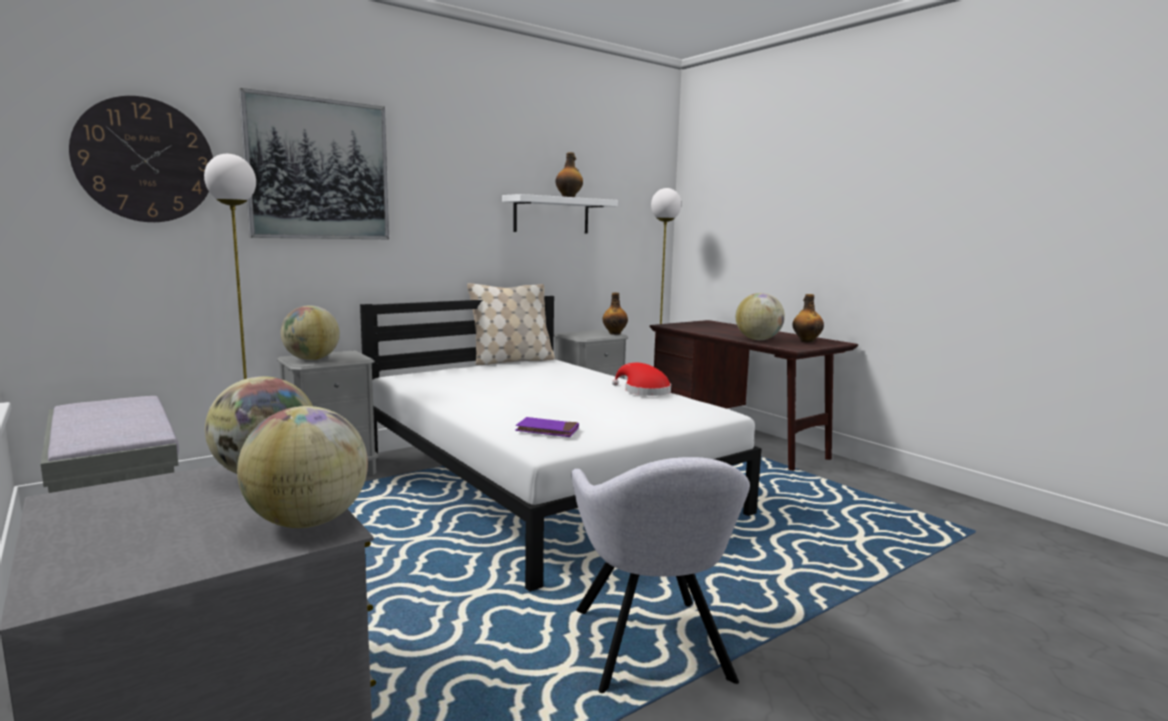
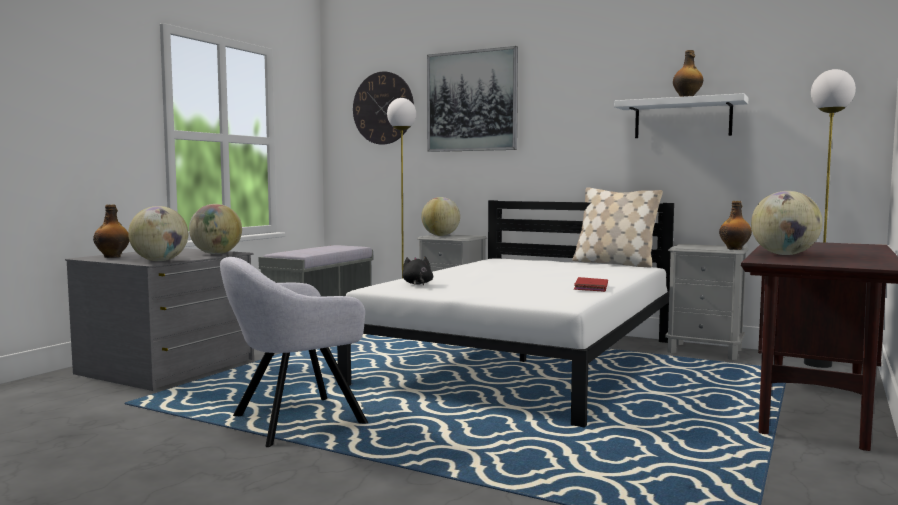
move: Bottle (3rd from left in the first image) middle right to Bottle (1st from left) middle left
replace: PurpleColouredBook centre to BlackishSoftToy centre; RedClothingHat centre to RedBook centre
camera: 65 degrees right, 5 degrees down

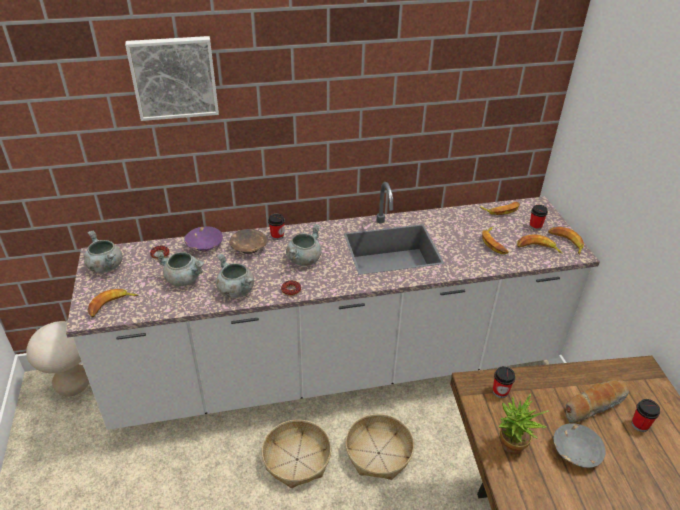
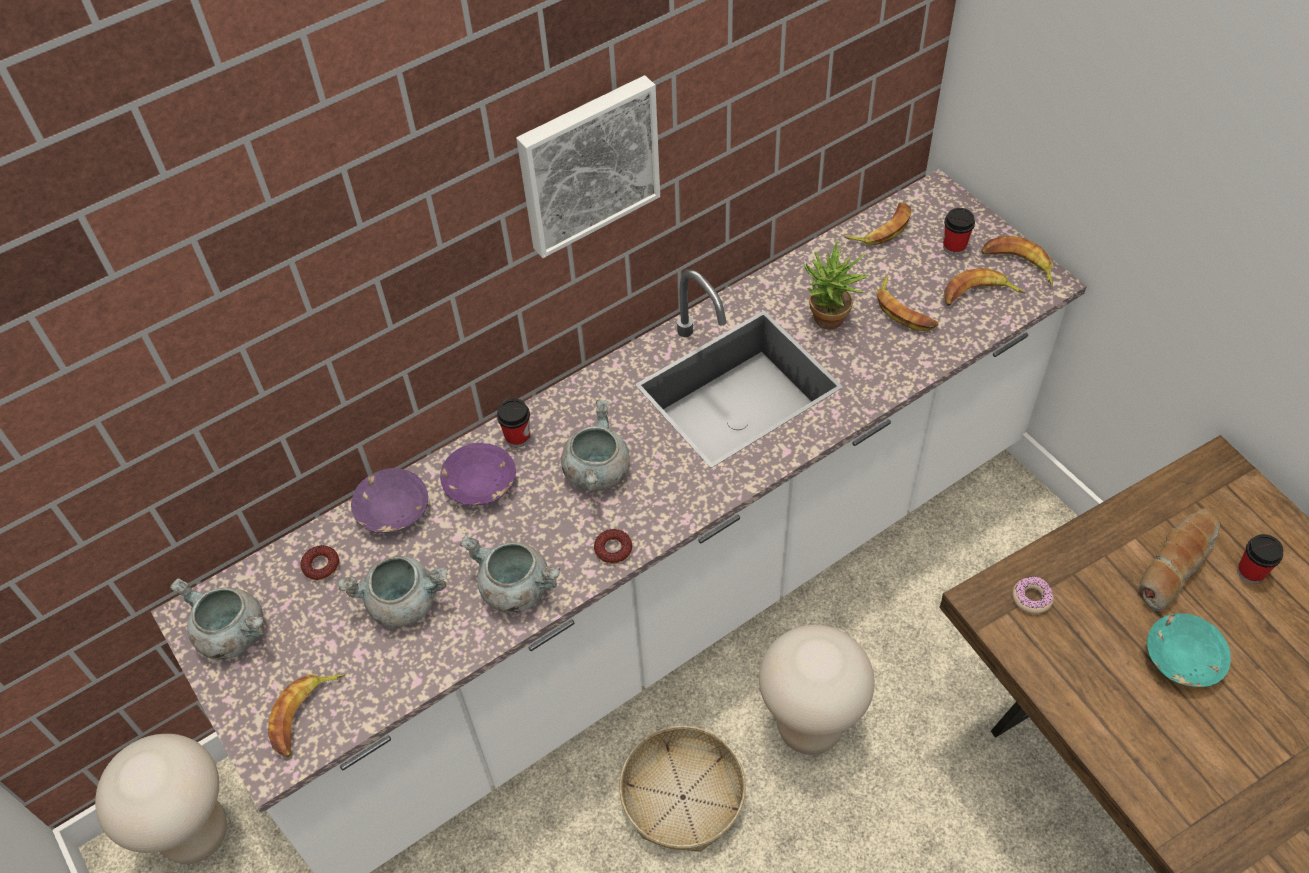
move: Picture top left to top centre; PottedPlant bottom right to top centre
replace: StorageBasket (2nd from left) bottom centre to BeigeSittingStool (2nd from left) bottom centre; DrinkingCup (2nd from left) bottom right to RingDoughnut (3rd from left) bottom right
recolor: BrownishDeepDish centre to PurpleColouredDeepDish (2nd from left) centre; GrayDeepDish bottom right to BlueGreenDeepDish bottom right
camera: 20 degrees left, 15 degrees up

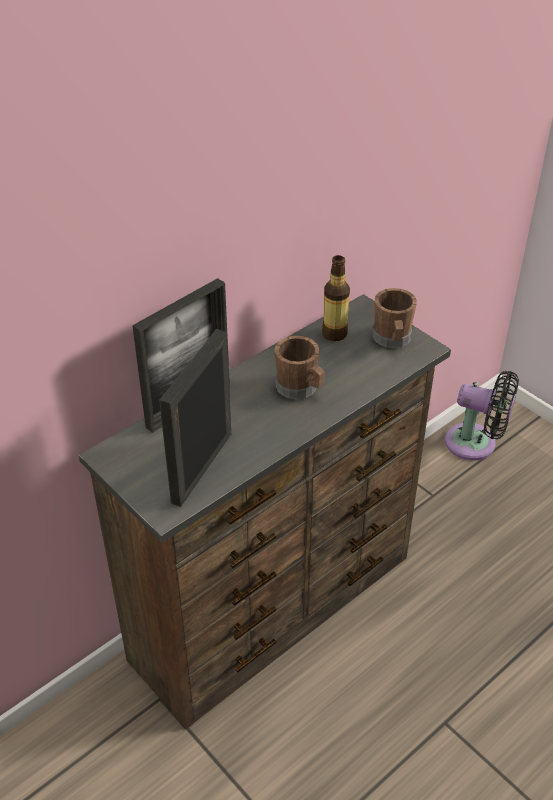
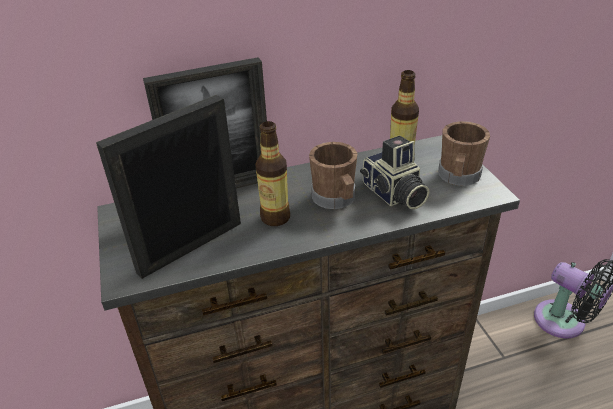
insert: Bottle (1st from left) centre; PhotoCamera centre
camera: 25 degrees right, 5 degrees down

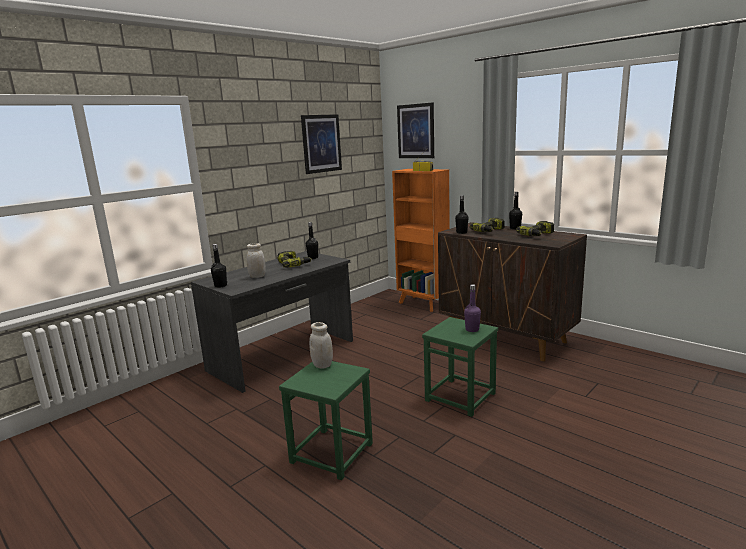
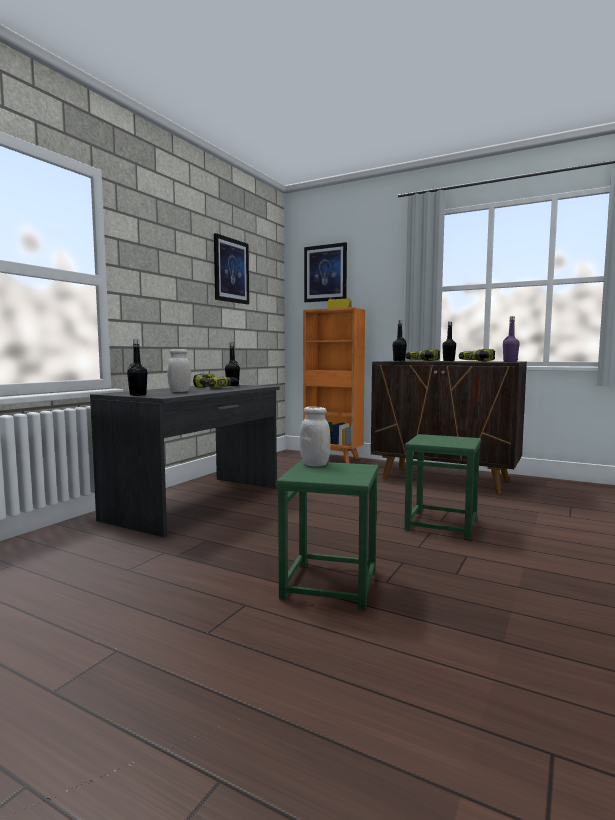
move: PurpleColouredBottle centre to middle right
camera: 15 degrees left, 10 degrees down

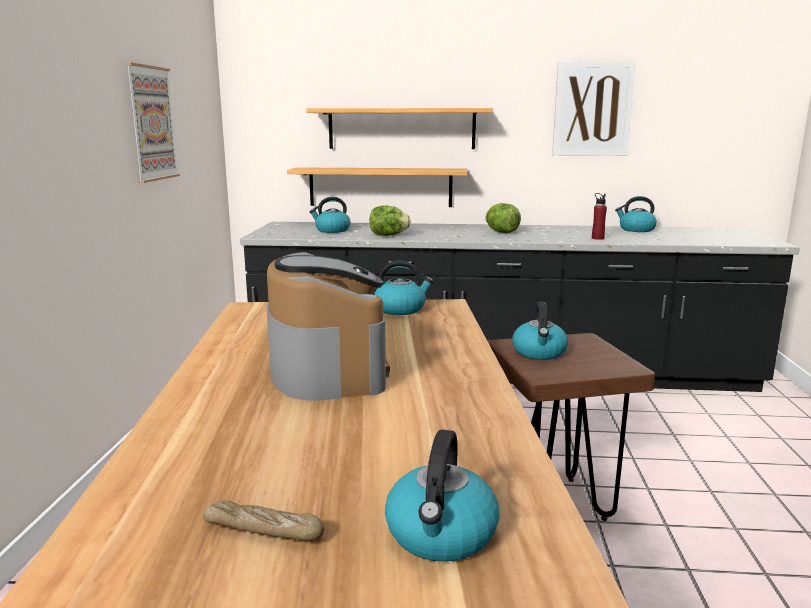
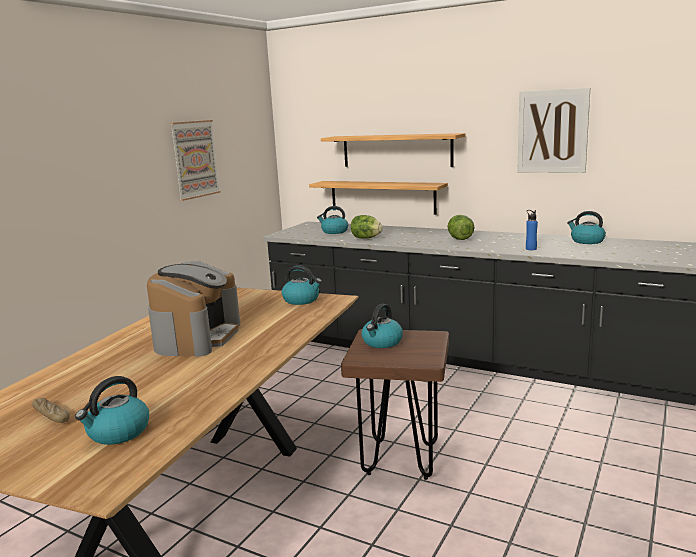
recolor: RedBottle middle right to BlueColouredBottle middle right
camera: 25 degrees right, 0 degrees up

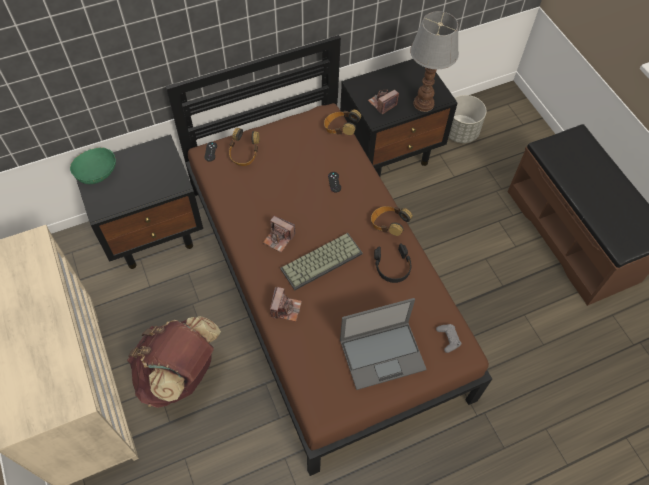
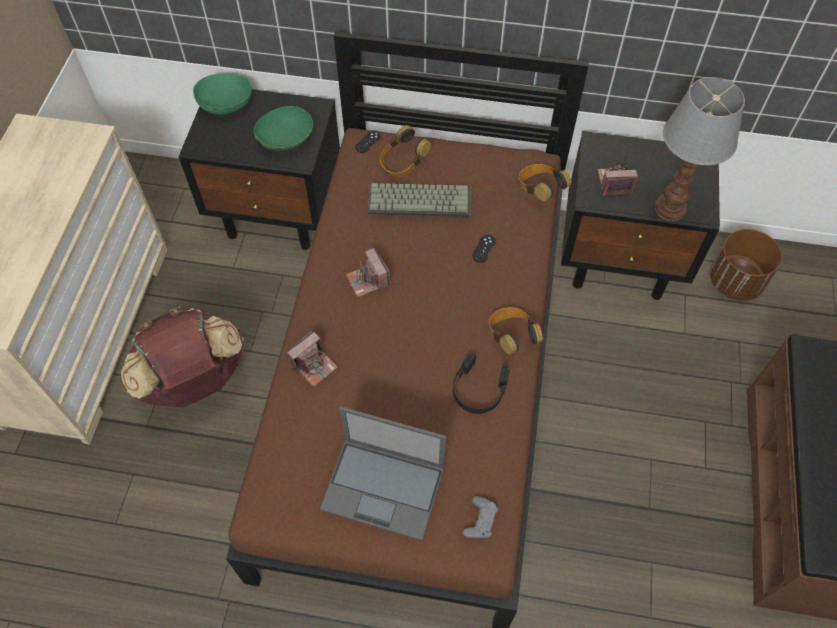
insert: GreenDeepDish (2nd from left) top centre
move: PcKeyboard centre to top centre
recolor: GrayFlowerPot top right to BrownishFlowerPot middle right
camera: 35 degrees right, 0 degrees up

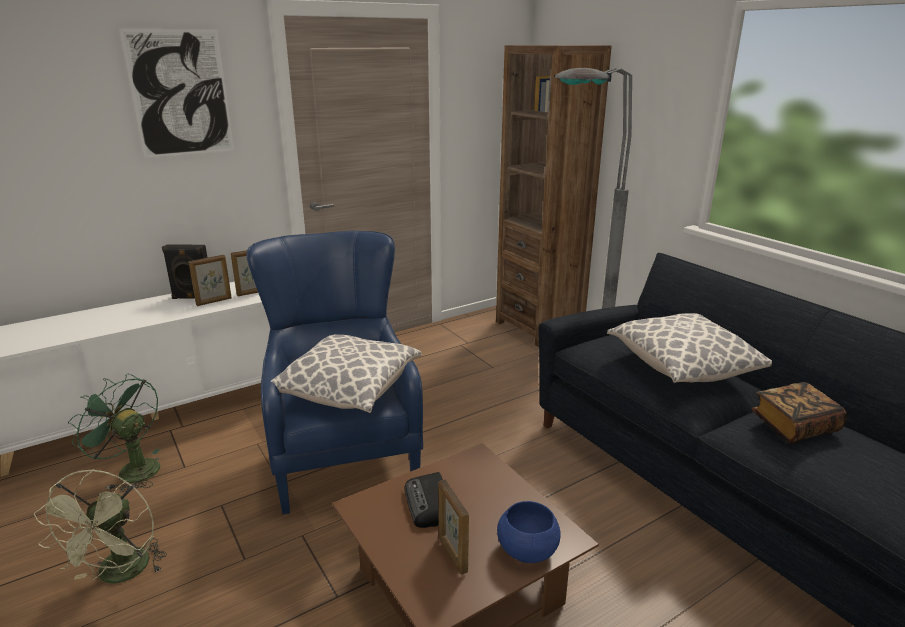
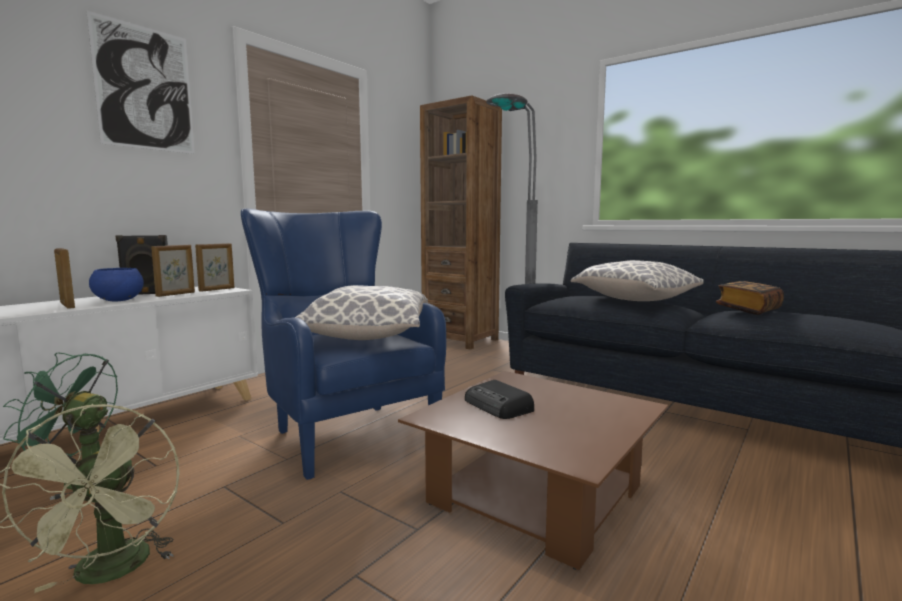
move: PictureFrame (3rd from left in the first image) bottom centre to PictureFrame (1st from left) middle left; BlueColouredDeepDish bottom centre to middle left
camera: 20 degrees left, 15 degrees down

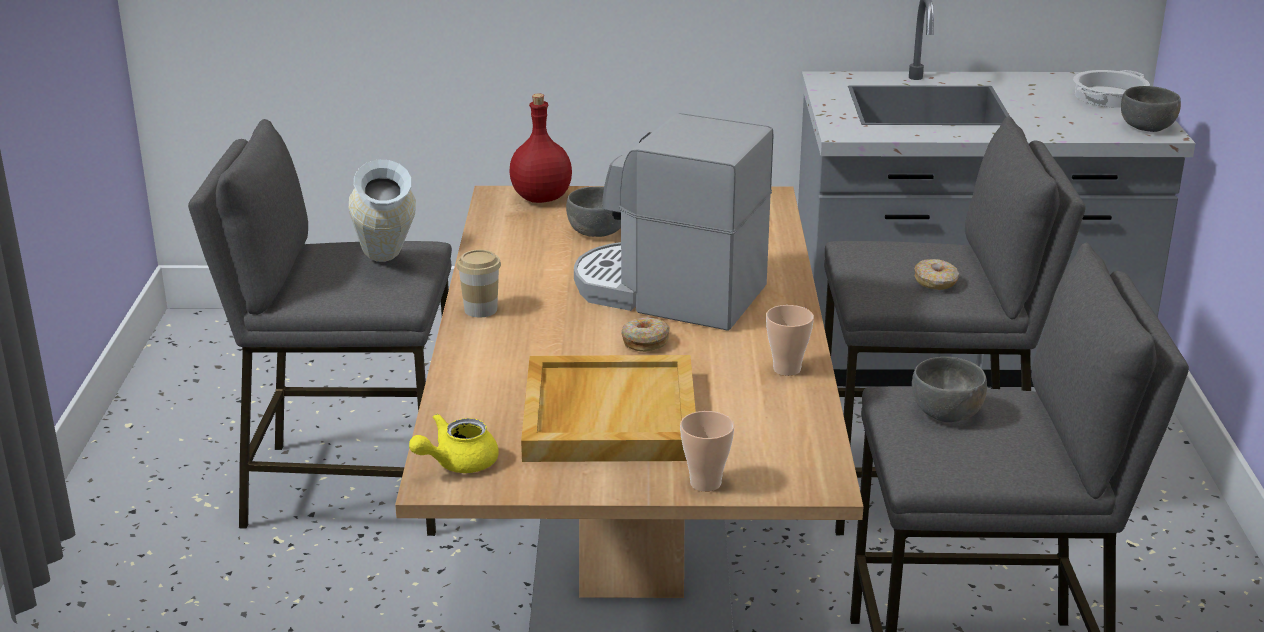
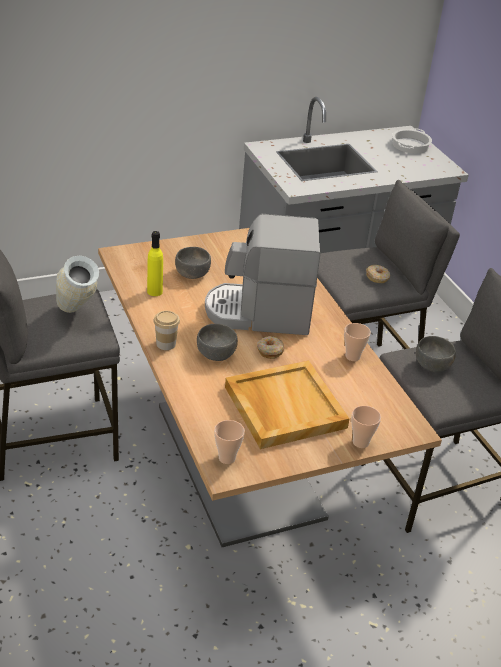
delete: RedBottle top centre
insert: YellowBottle middle left
move: GrayDeepDish (3rd from left in the first image) top right to GrayDeepDish (2nd from left) centre
replace: YellowPotForTea bottom centre to DrinkingCup (2nd from left) centre
camera: 25 degrees left, 10 degrees up

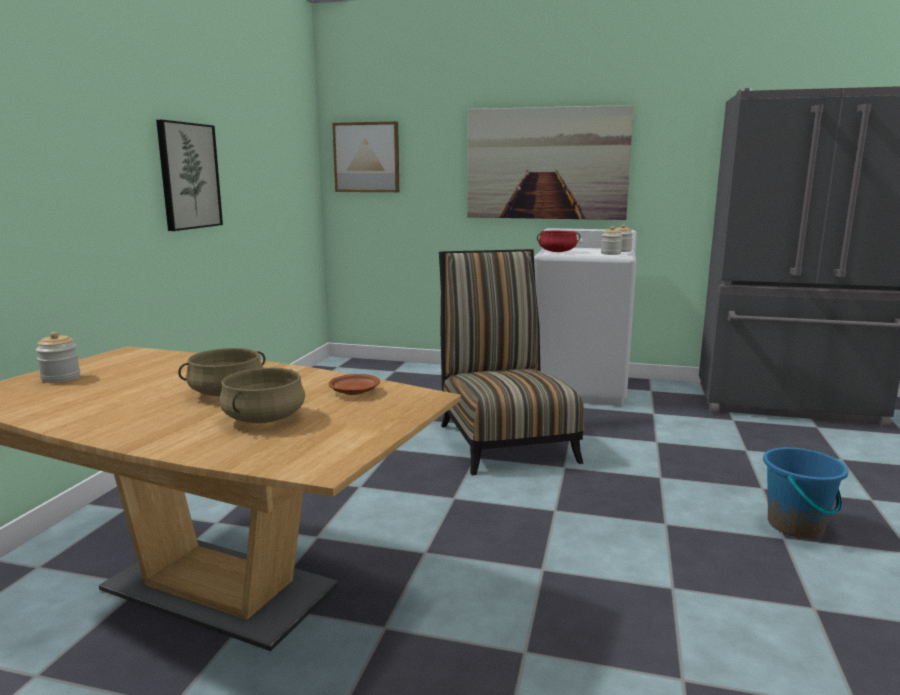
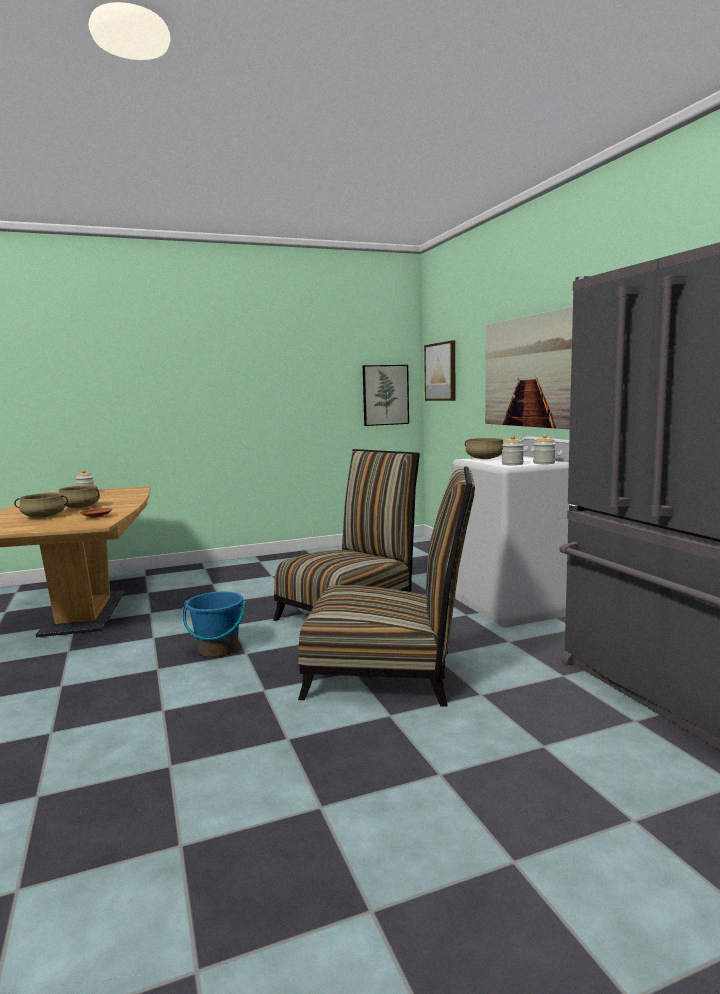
insert: Chair (2nd from left) centre
move: BlueColouredPail bottom right to middle left; Picture (1st from left) top left to centre
recolor: RedCookingPot centre to BeigeCookingPot (3rd from left) middle right
camera: 55 degrees right, 5 degrees down

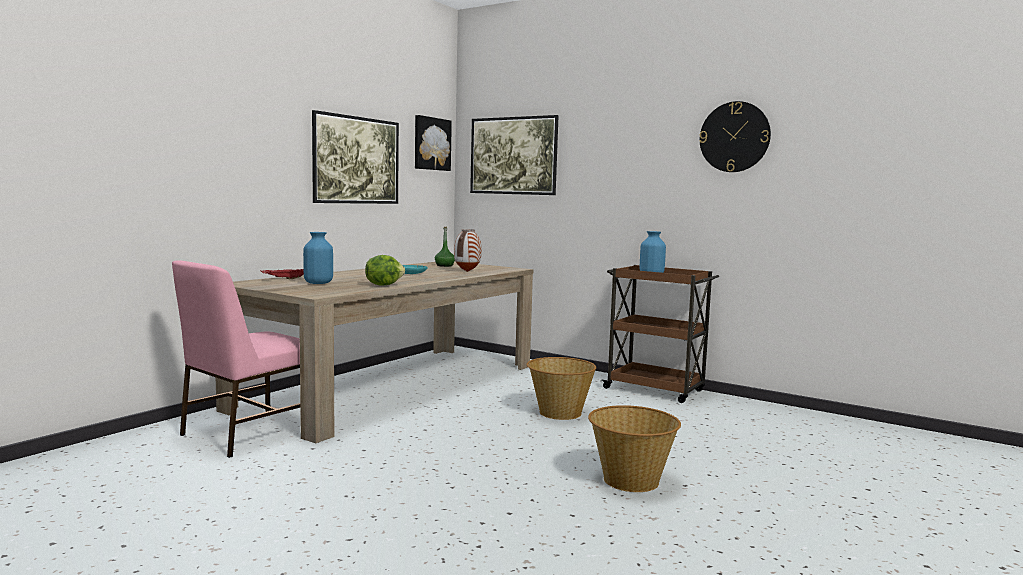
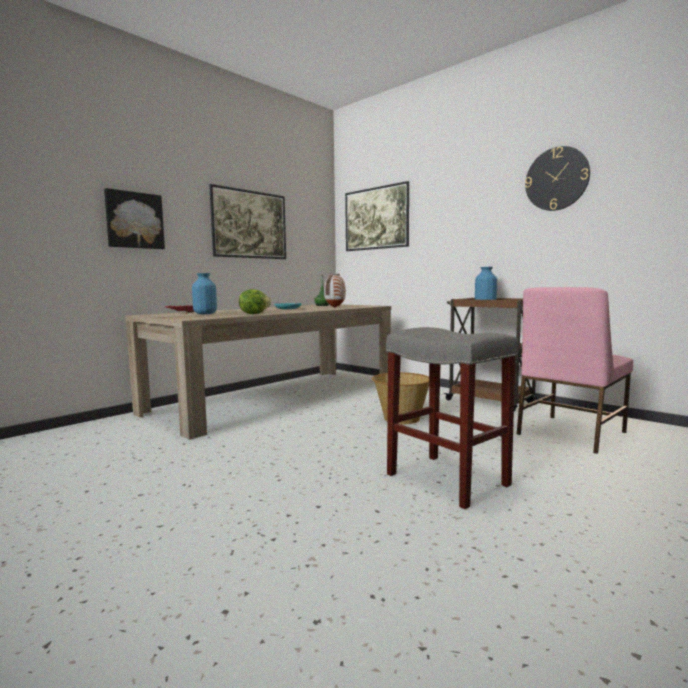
move: Picture (2nd from left in the first image) top centre to Picture (1st from left) top left; PinkColouredChair middle left to middle right
replace: StorageBasket (2nd from left) bottom centre to GraySittingStool centre
camera: 10 degrees right, 0 degrees up

